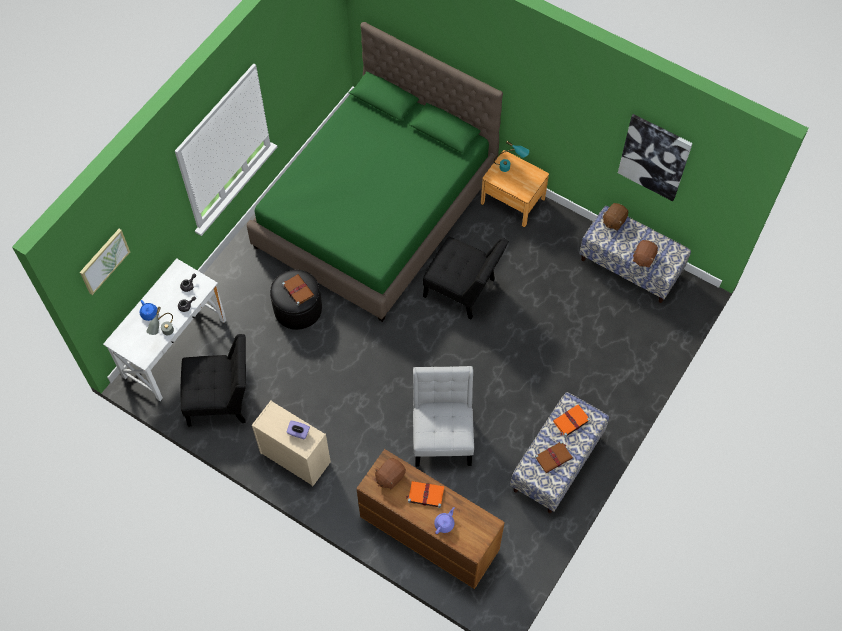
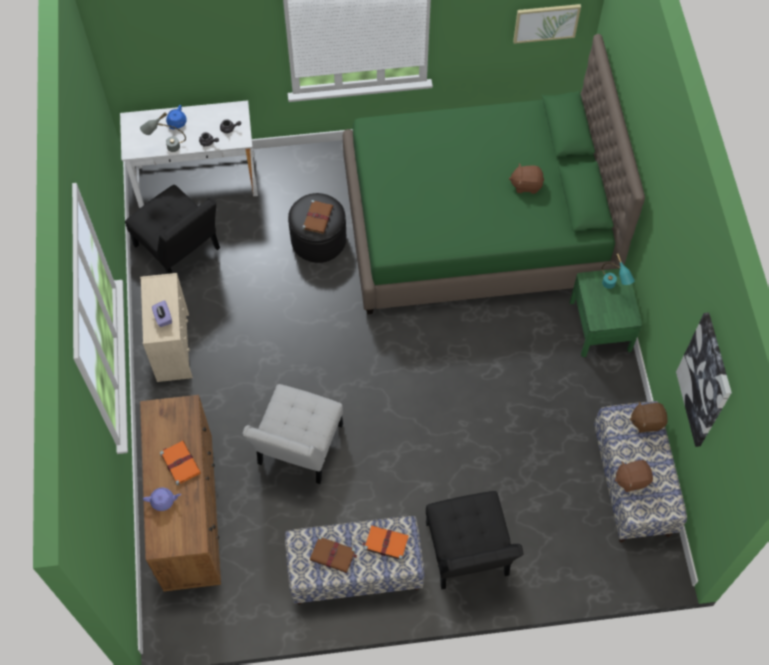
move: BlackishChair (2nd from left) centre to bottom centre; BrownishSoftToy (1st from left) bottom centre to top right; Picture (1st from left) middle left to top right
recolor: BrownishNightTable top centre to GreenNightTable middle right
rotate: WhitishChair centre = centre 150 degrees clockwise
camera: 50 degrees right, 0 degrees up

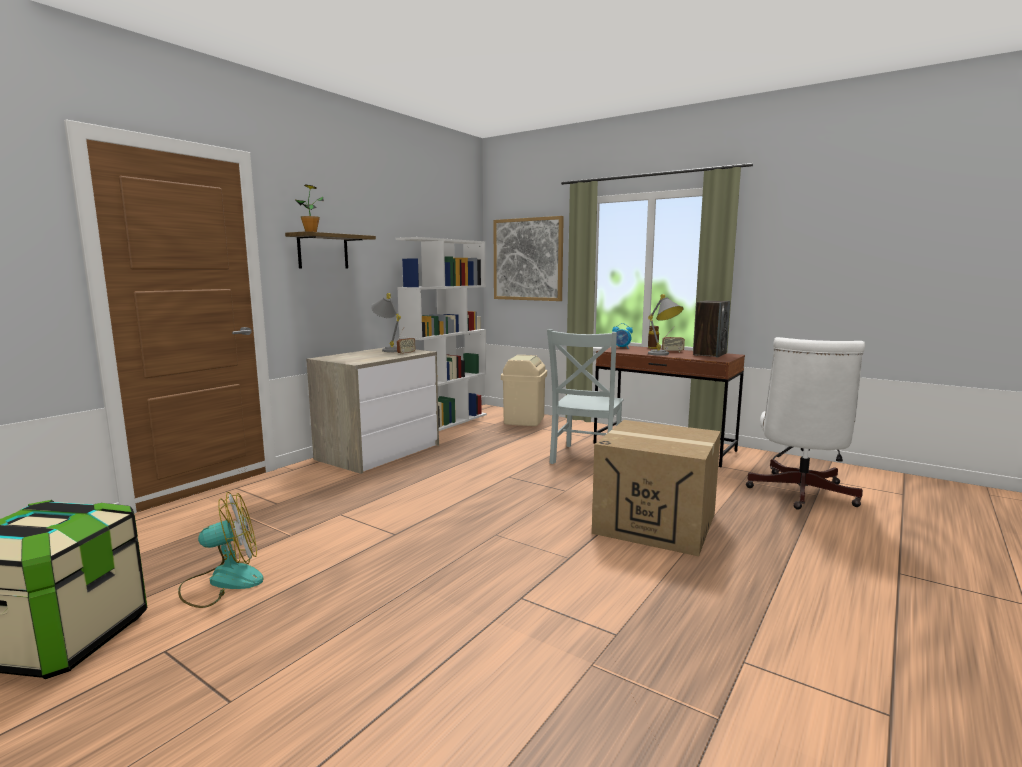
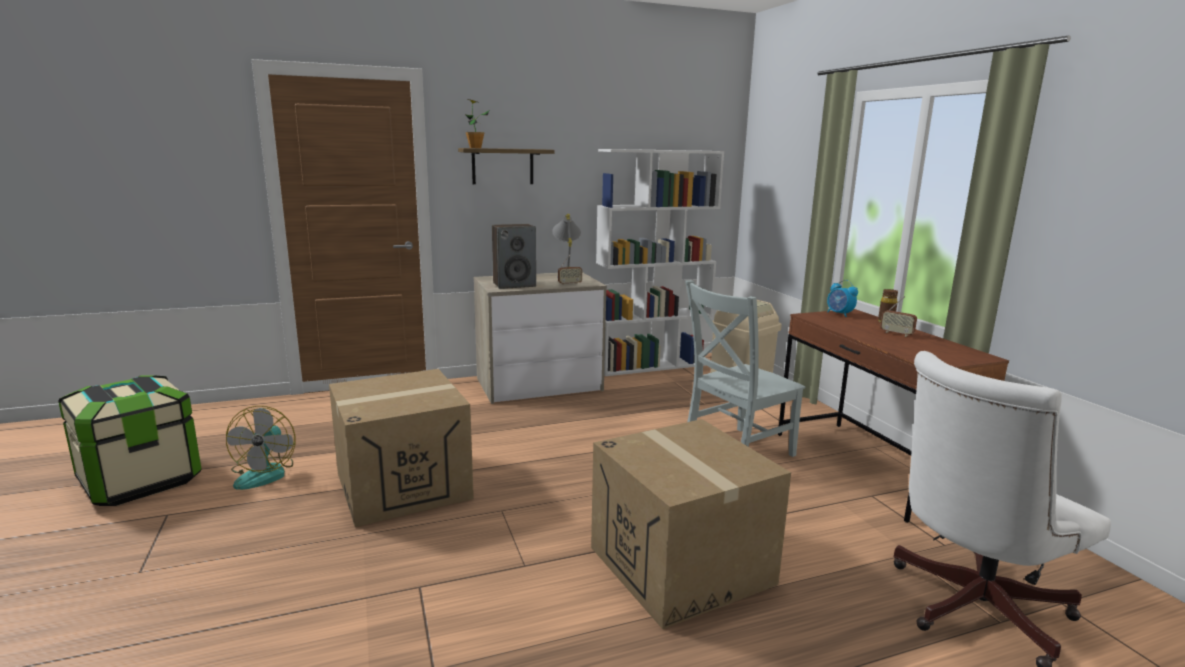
delete: Picture centre; GrayTableLamp (2nd from left) centre
insert: CardboardBox (1st from left) bottom centre
move: Loudspeaker middle right to centre
rotate: CoolingFan bottom left = bottom left 75 degrees clockwise
camera: 35 degrees right, 5 degrees up

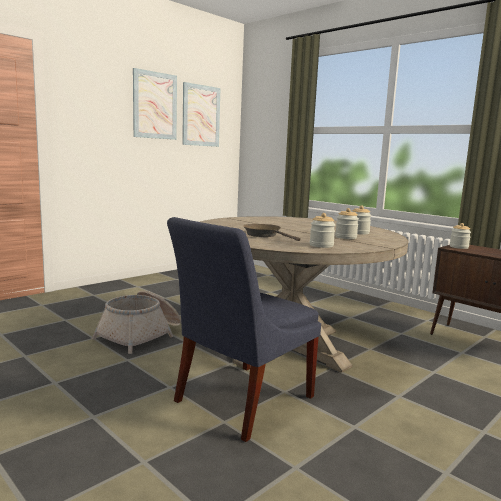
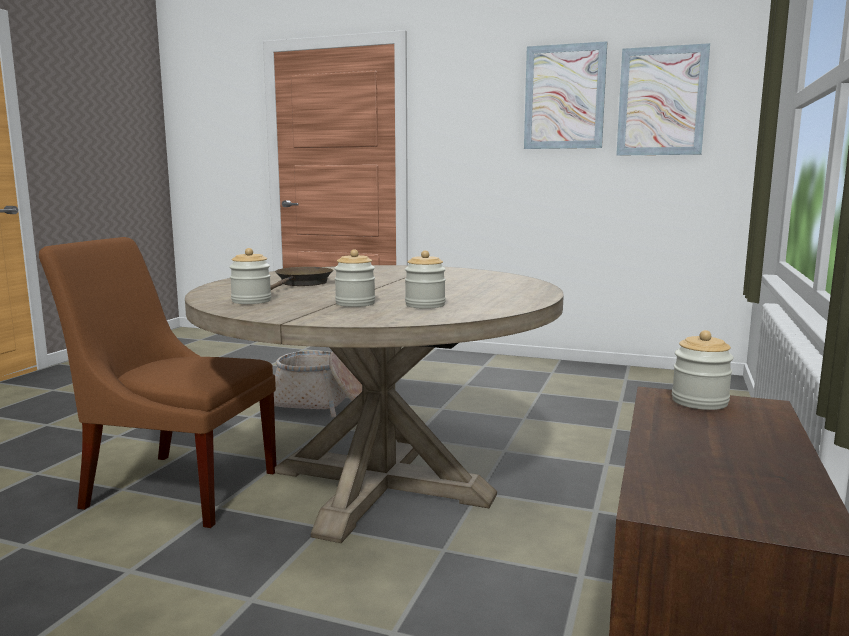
recolor: BlueColouredChair centre to BrownishChair middle left
camera: 65 degrees right, 0 degrees up

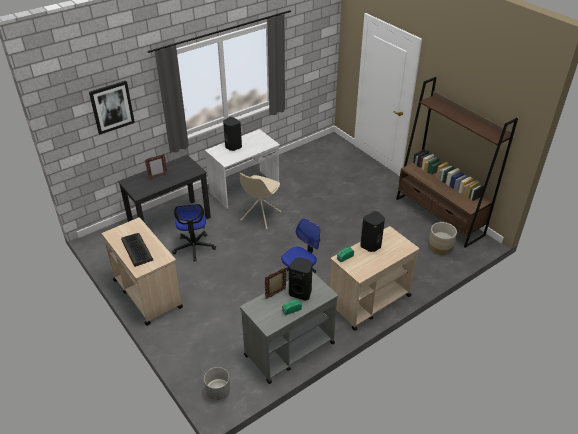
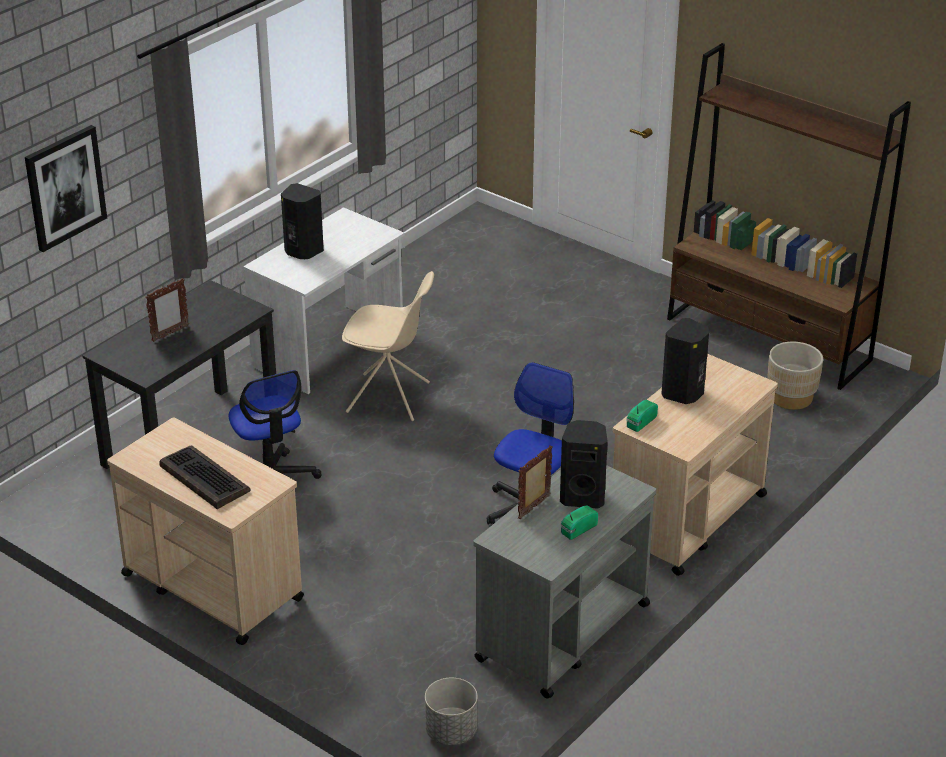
rotate: BeigeChair centre = centre 90 degrees counterclockwise
camera: 15 degrees left, 5 degrees down

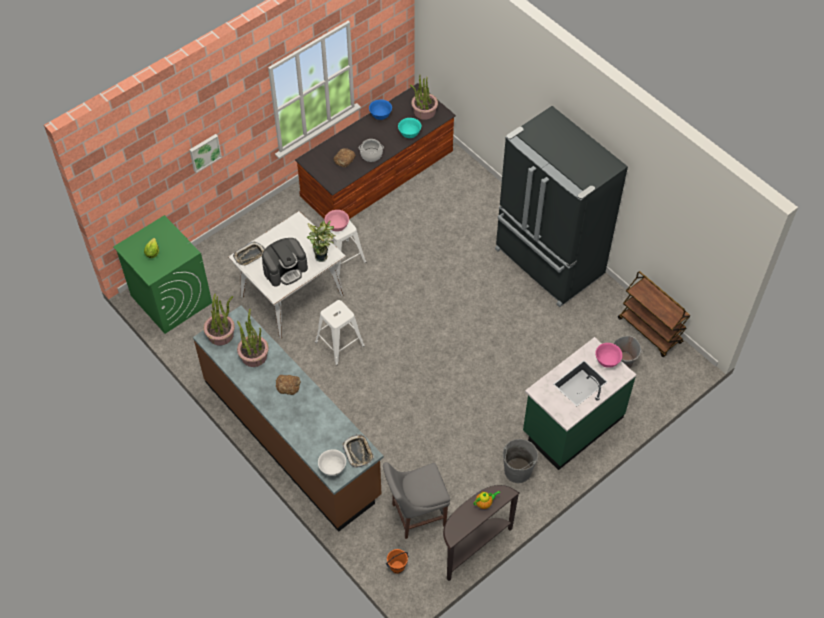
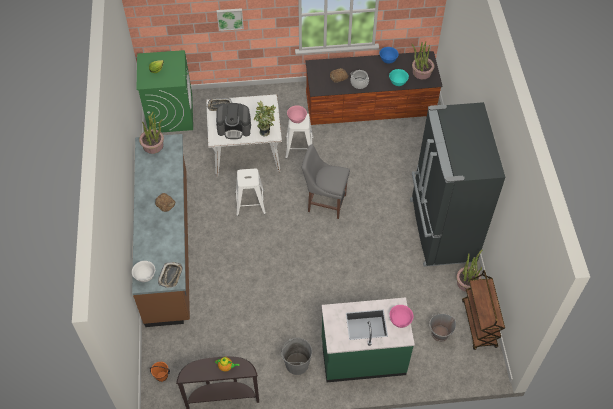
move: GrayChair bottom centre to centre; PottedPlant (2nd from left in the first image) middle left to PottedPlant (4th from left) middle right
camera: 35 degrees right, 0 degrees up

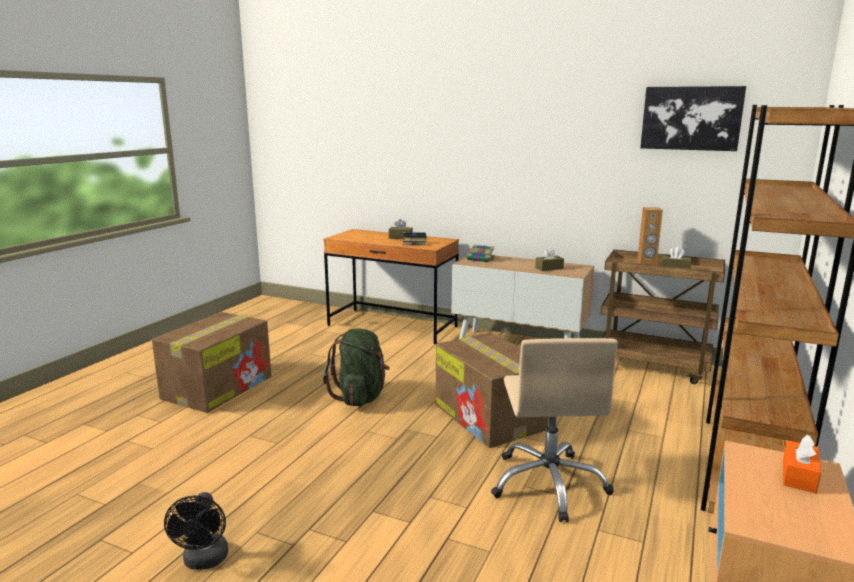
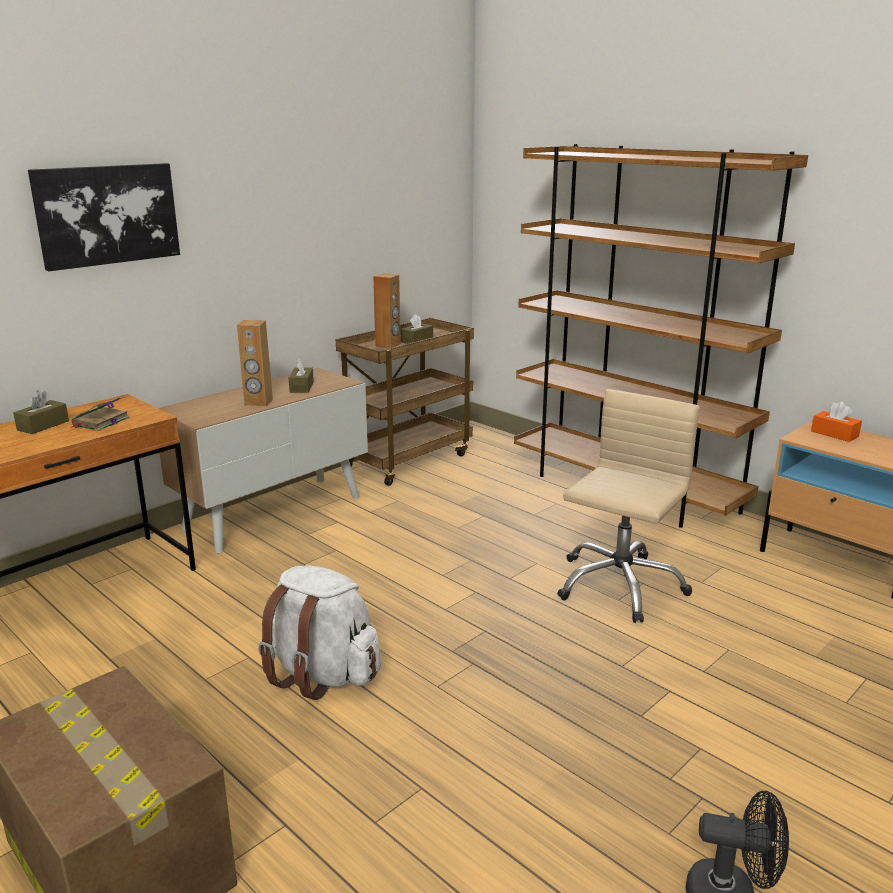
delete: CardboardBox (2nd from left) bottom centre; Book (2nd from left) centre
insert: BrownishLoudspeaker (1st from left) middle left
move: Picture top right to top left
recolor: GreenKnapsack centre to WhitishKnapsack bottom centre
rotate: BeigeOfficeChair bottom centre = middle right 75 degrees counterclockwise
camera: 70 degrees left, 5 degrees up

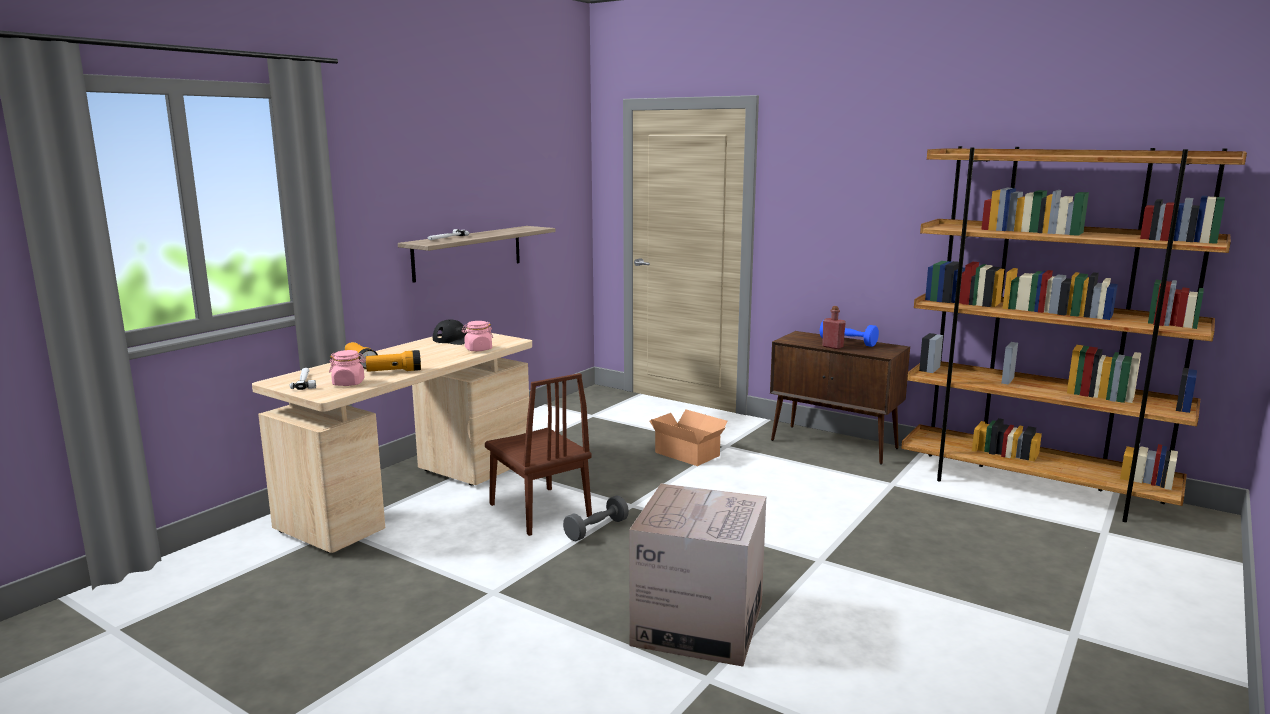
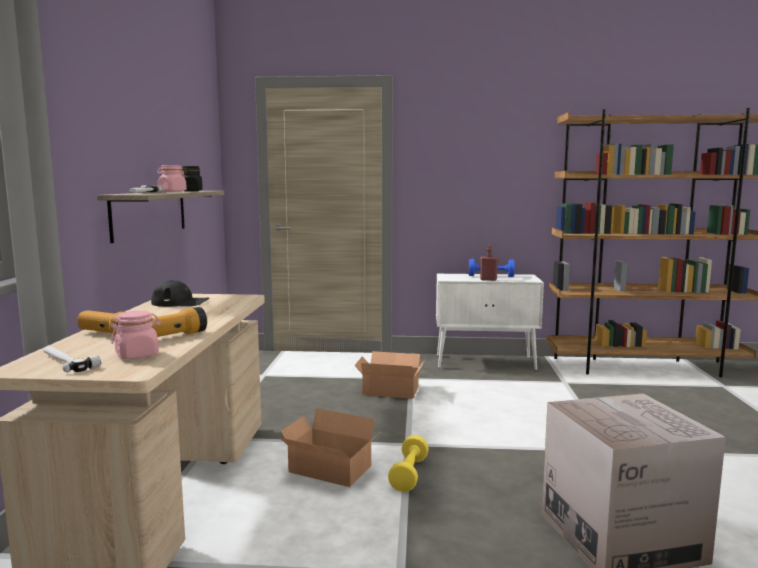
insert: BlackishStorageJar top left
move: PinkColouredStorageJar (2nd from left) centre to top left
replace: BrownishChair centre to CardboardBox (1st from left) bottom centre
recolor: GrayDumbbell bottom centre to YellowDumbbell bottom centre; BrownishCupboard centre to WhitishCupboard centre
camera: 30 degrees left, 5 degrees down

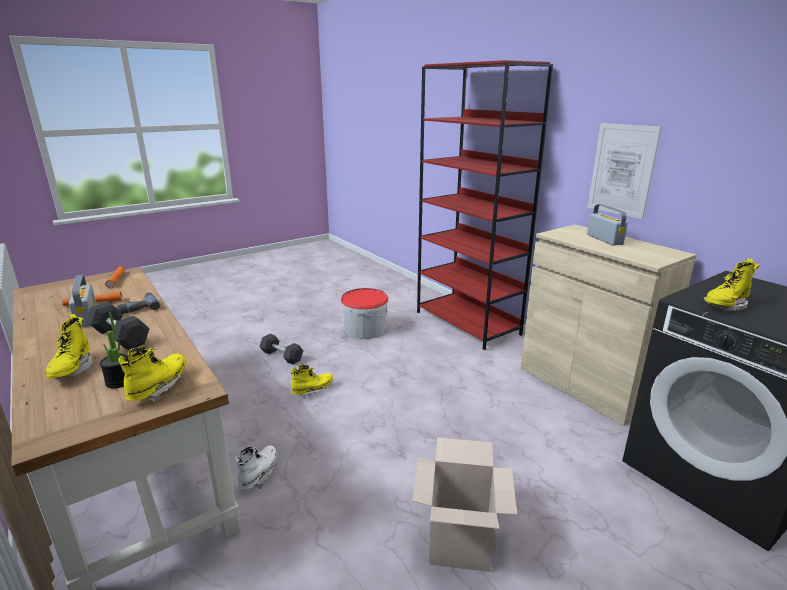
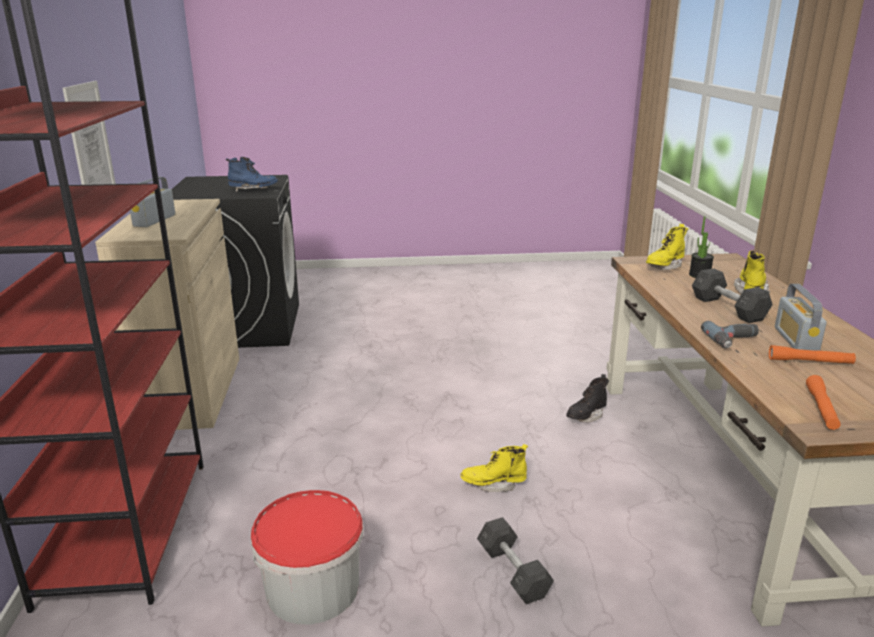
delete: CardboardBox bottom centre
recolor: YellowTallBoot (4th from left) middle right to BlueColouredTallBoot top left; WhitishTallBoot bottom left to BlackishTallBoot middle right
camera: 150 degrees left, 0 degrees up

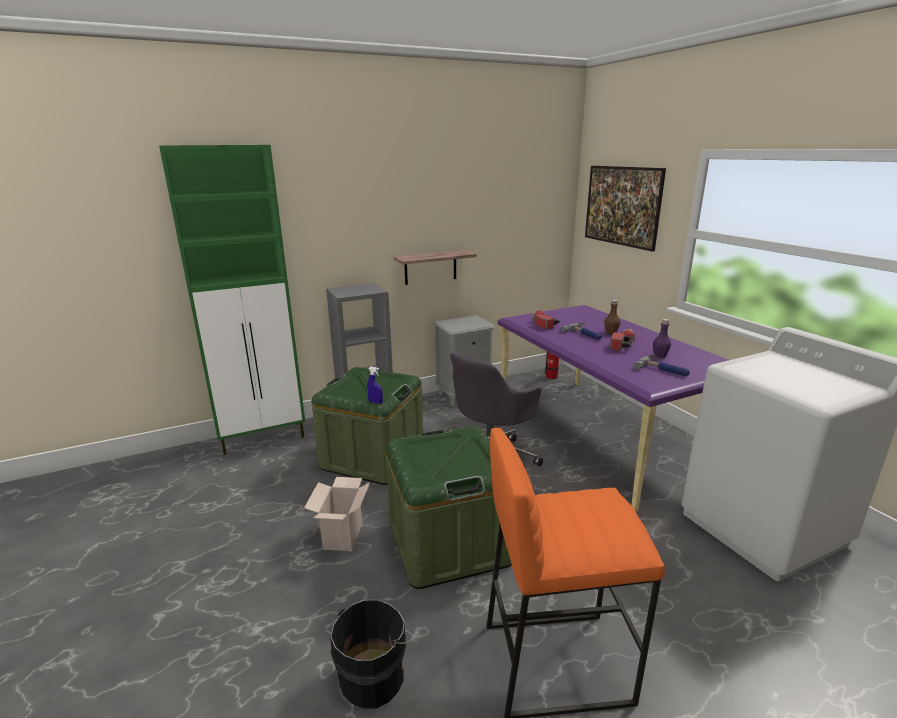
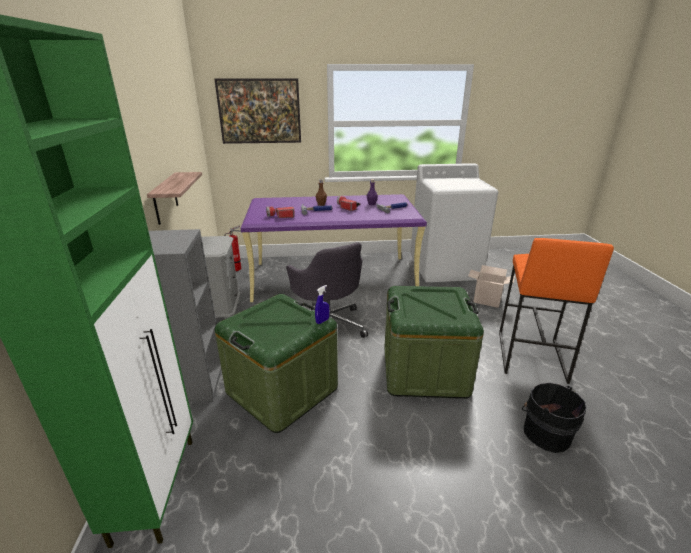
move: CardboardBox bottom centre to middle right
camera: 70 degrees left, 5 degrees up

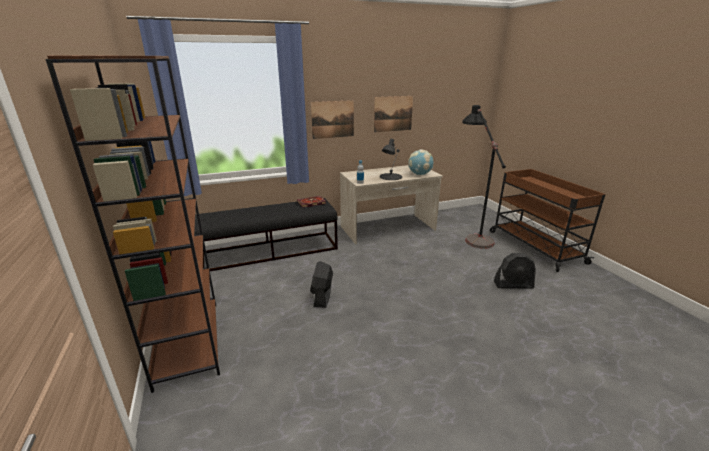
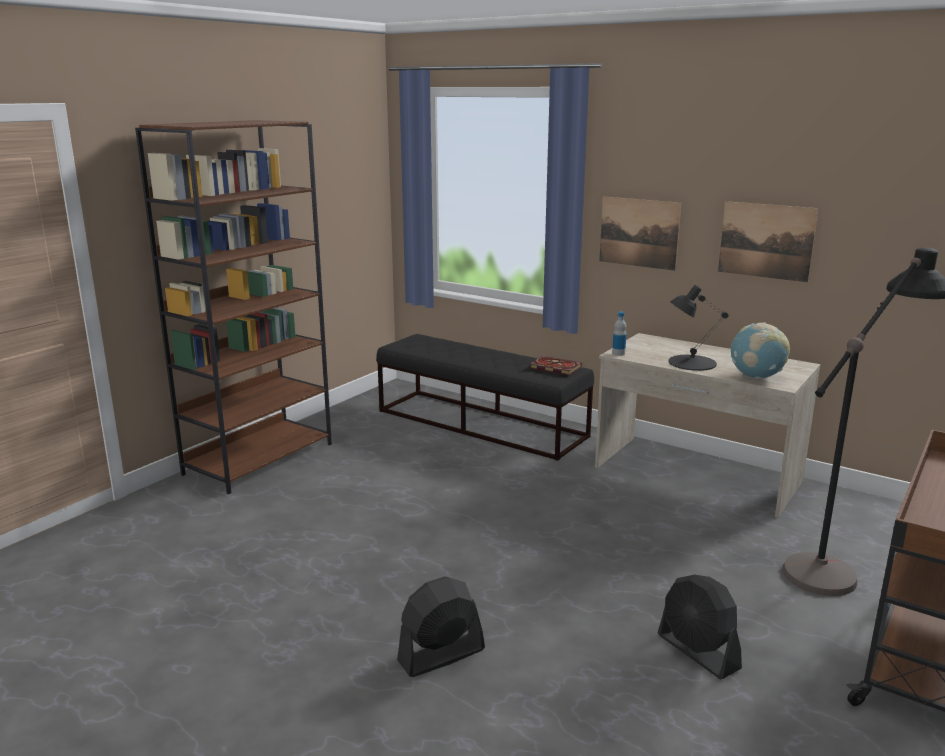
move: BlackishCoolingFan (1st from left) centre to bottom centre
camera: 55 degrees right, 5 degrees down

